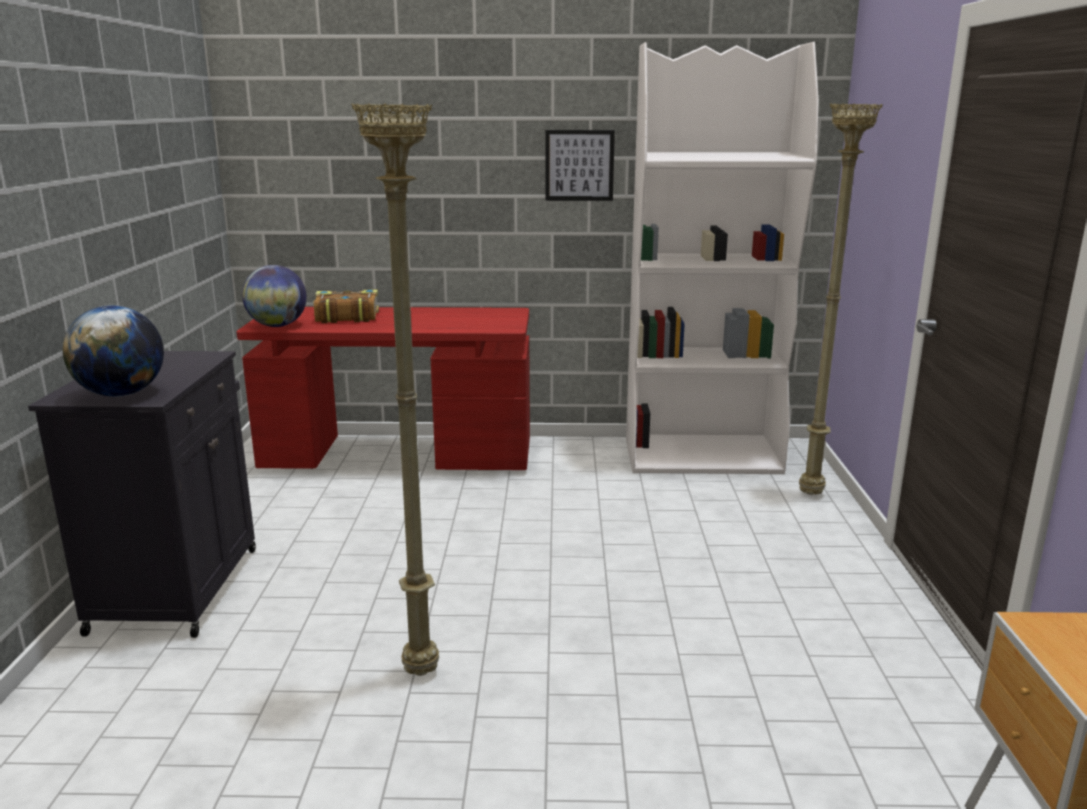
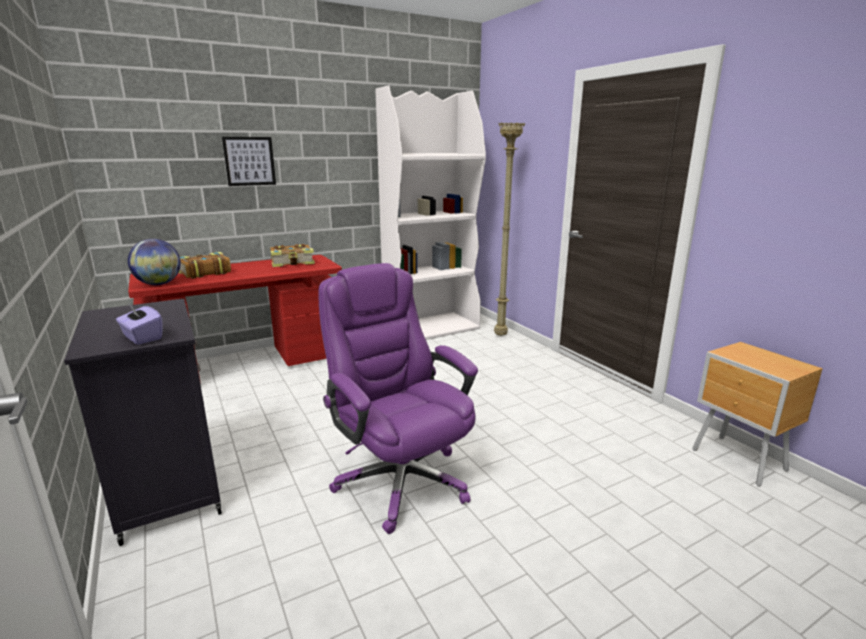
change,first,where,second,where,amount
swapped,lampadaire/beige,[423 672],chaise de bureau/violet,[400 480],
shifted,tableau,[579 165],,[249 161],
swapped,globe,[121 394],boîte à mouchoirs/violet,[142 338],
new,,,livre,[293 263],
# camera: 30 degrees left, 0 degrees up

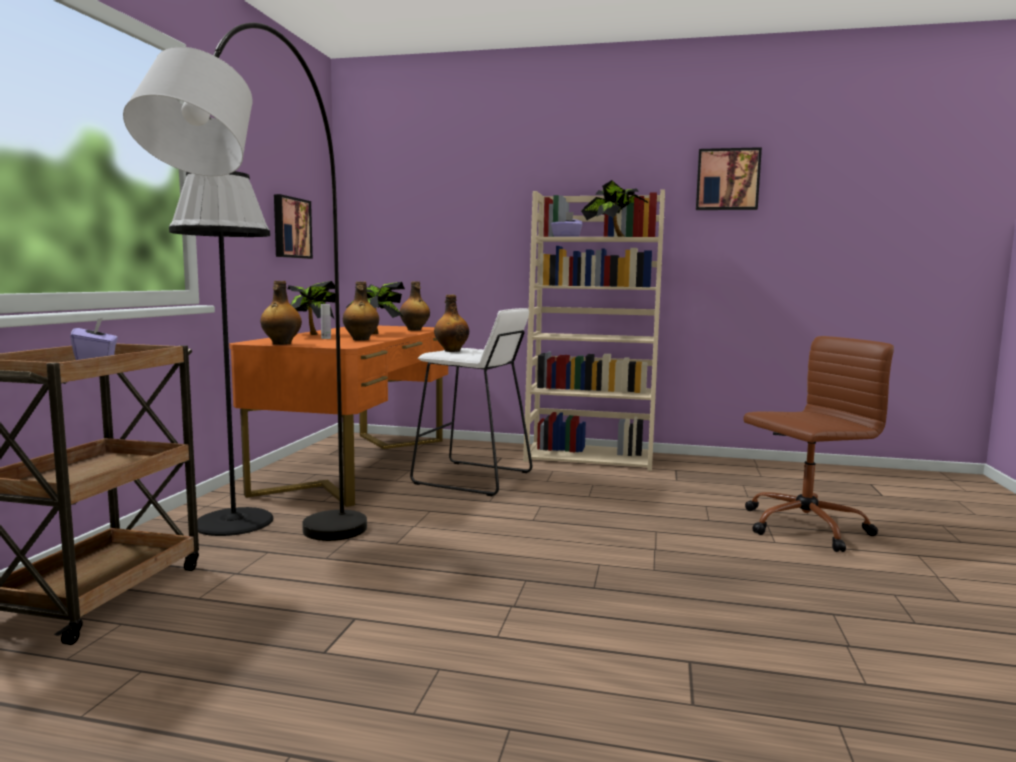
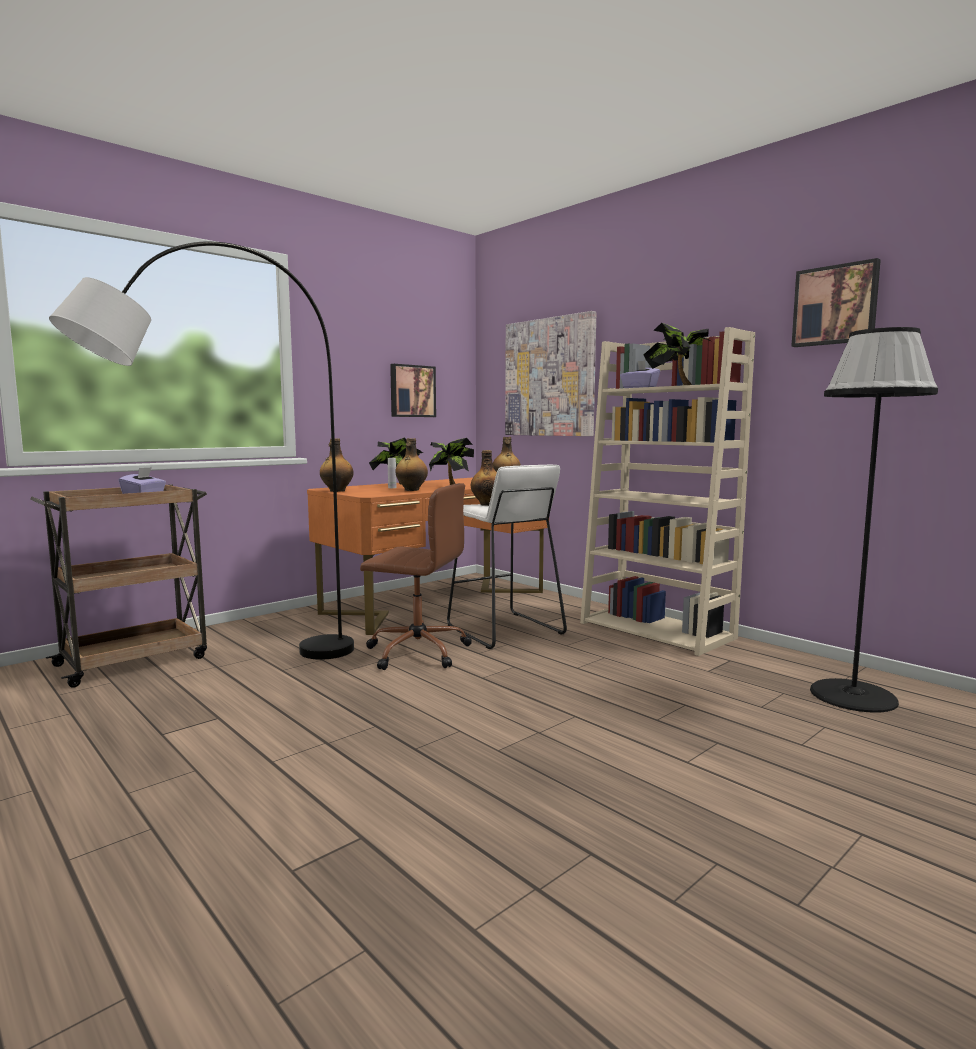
change,first,where,second,where,amount
shifted,lampadaire/noir,[234 522],,[853 696],
shifted,chaise de bureau/marron,[802 527],,[416 651],
new,,,tableau,[550 377],
# camera: 35 degrees right, 0 degrees up

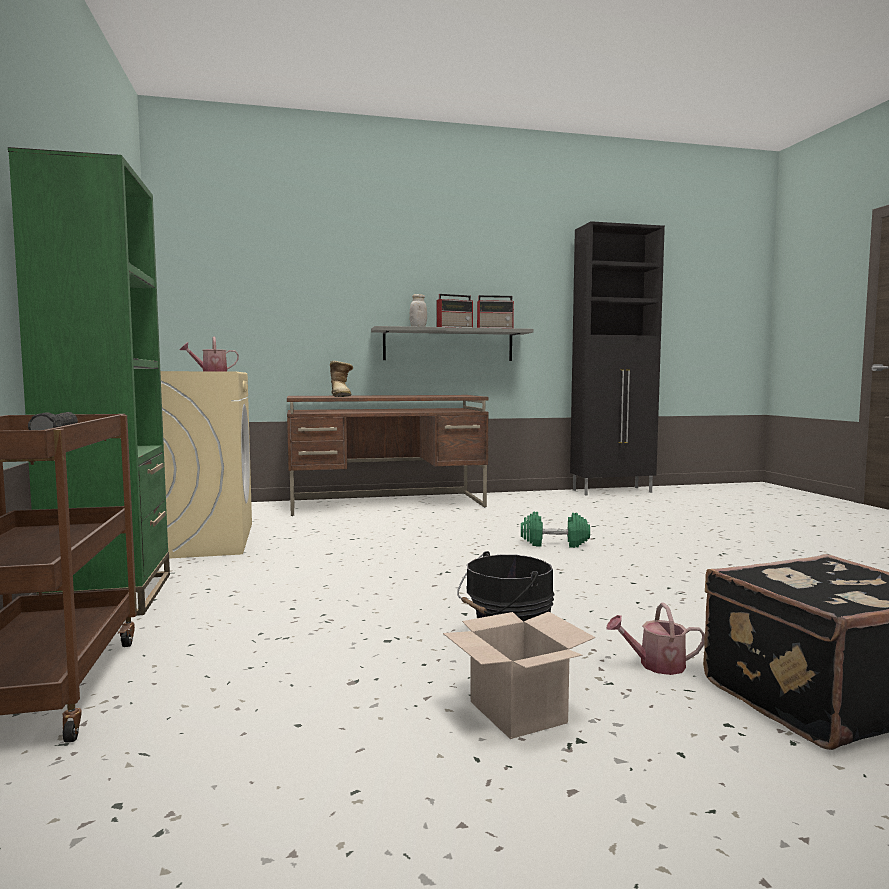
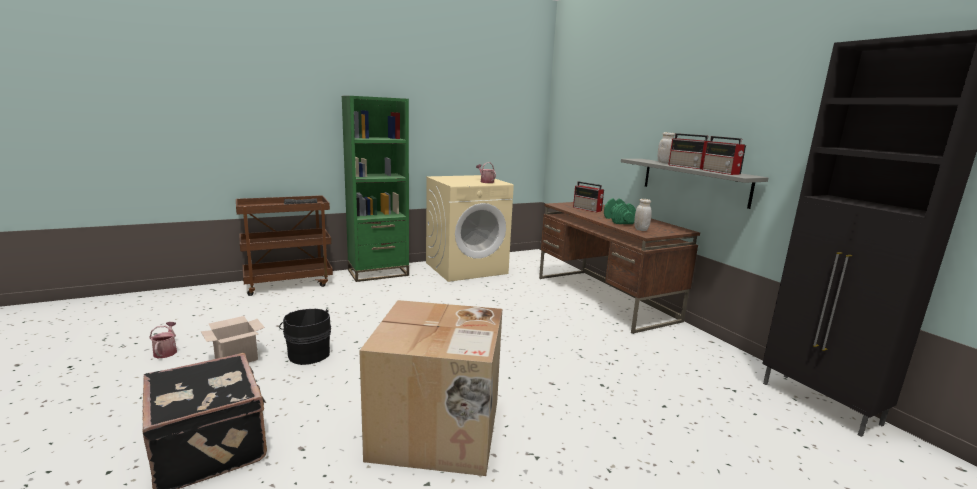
change,first,where,second,where,amount
swapped,botte,[341 396],radio,[587 209],
shifted,haltère/vert,[554 543],,[618 220],
shifted,arrosoir,[655 665],,[166 351],
new,,,bocal/blanc,[641 229],
new,,,carton,[438 430],
# camera: 75 degrees right, 10 degrees up

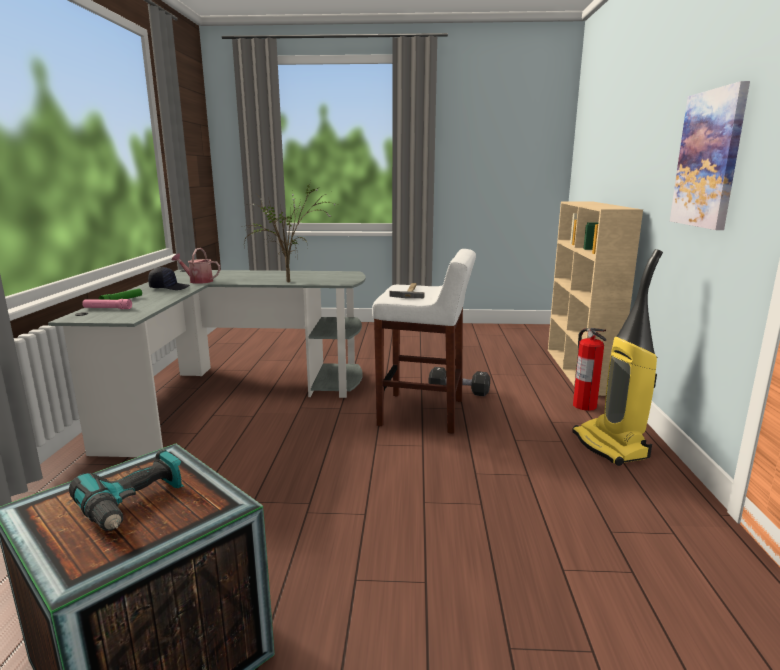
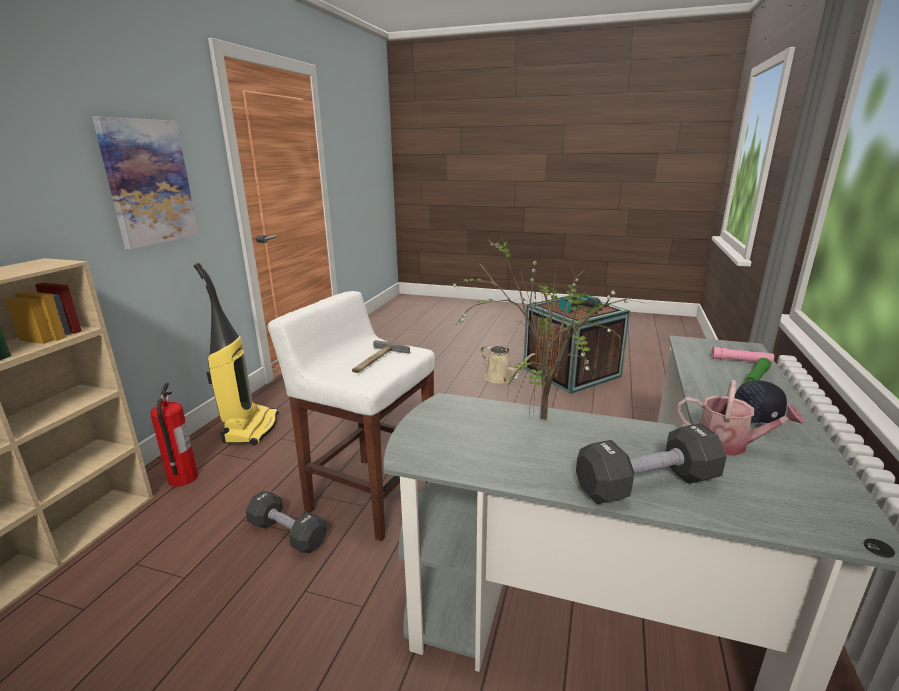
change,first,where,second,where,amount
new,,,arrosoir/beige,[501 378],
new,,,haltère/noir,[647 484],
# camera: 165 degrees left, 5 degrees up

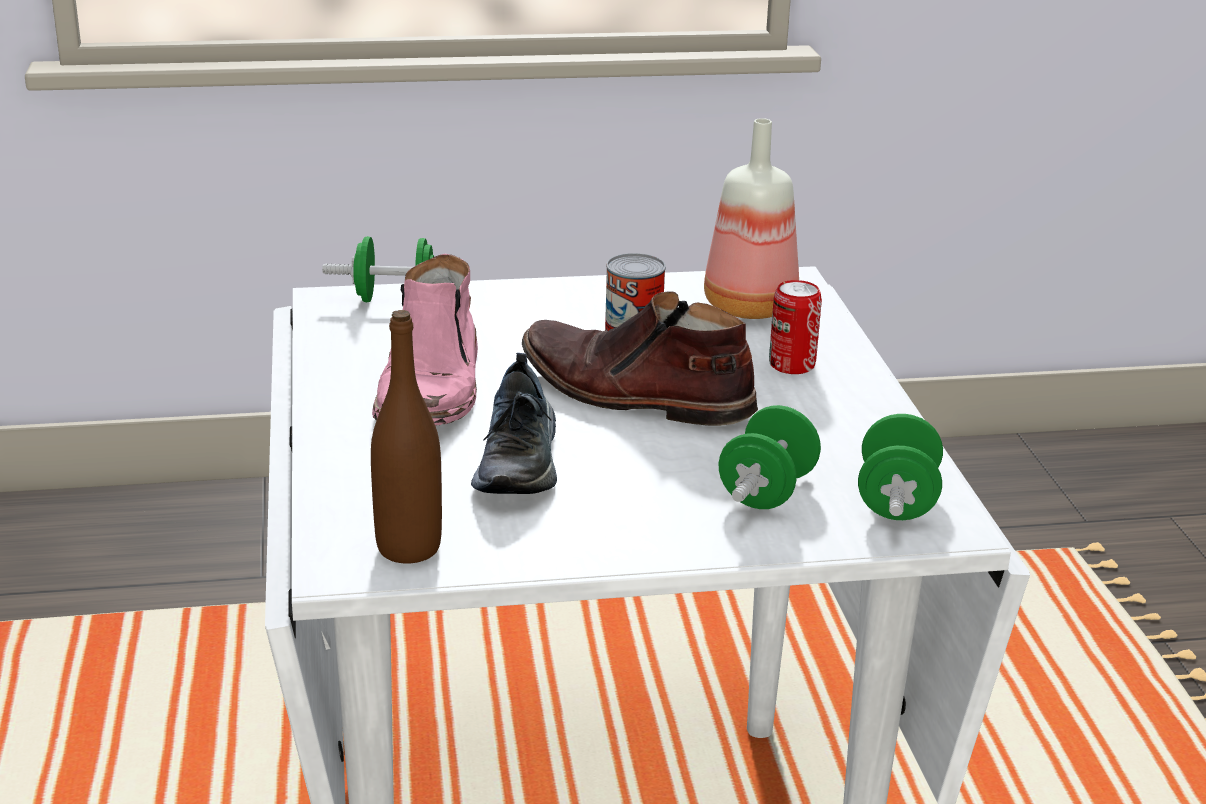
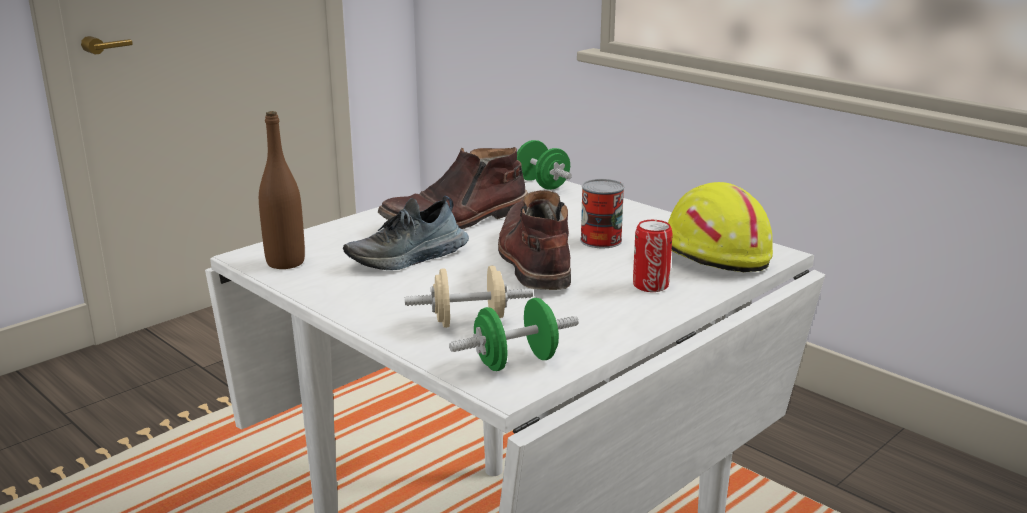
change,first,where,second,where,amount
swapped,bouteille,[752 308],casque de chantier/jaune,[708 255],
repainted,botte/rose,[432 389],botte/marron,[457 219],
repainted,haltère/vert,[767 491],haltère/beige,[469 323],
# camera: 55 degrees right, 5 degrees down

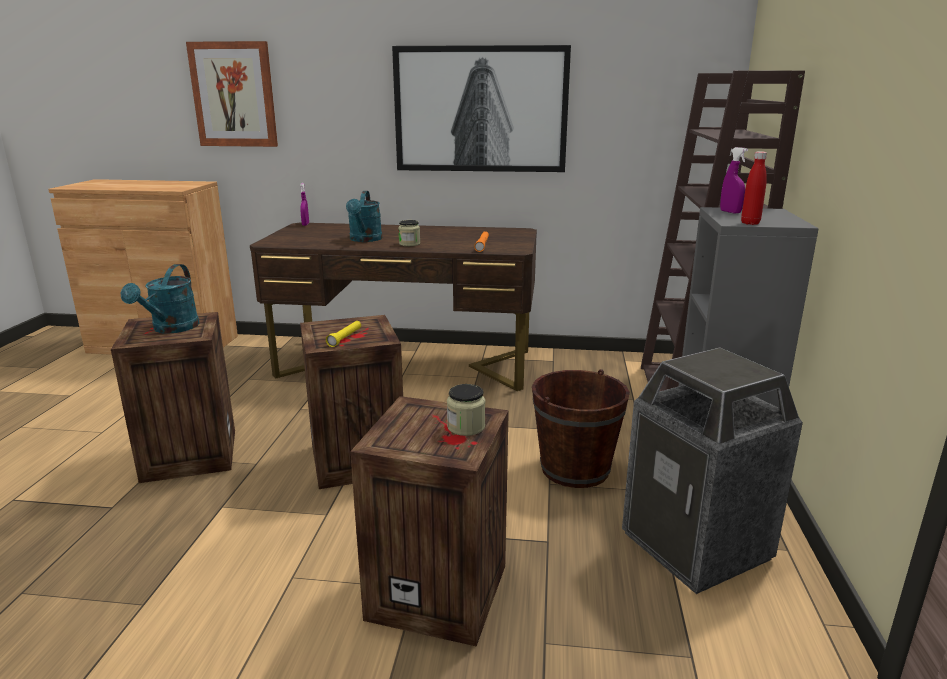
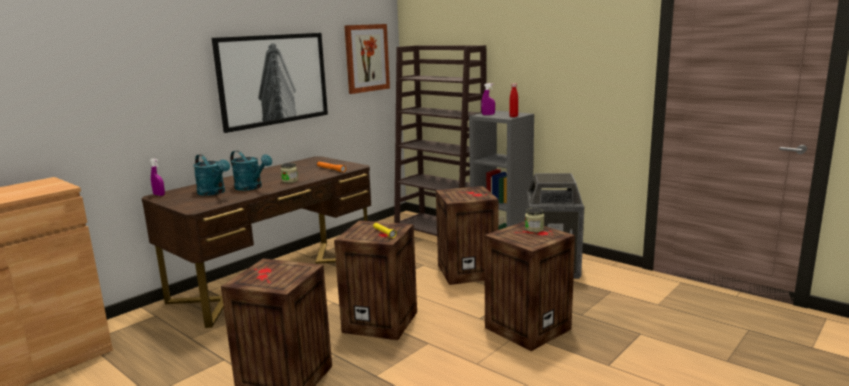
change,first,where,second,where,amount
shifted,tableau,[234 95],,[366 58],
shifted,arrosoir/turquoise,[171 329],,[214 192],
swapped,seau/marron,[575 469],caisse,[468 271],
# camera: 55 degrees left, 5 degrees down

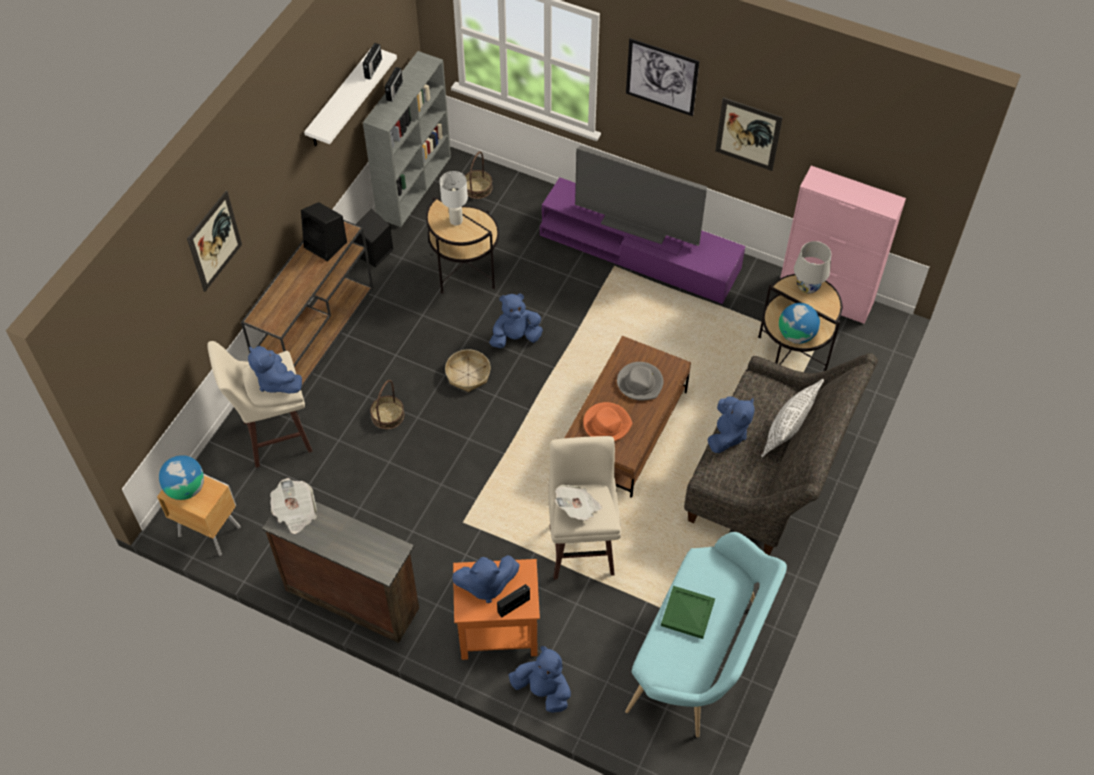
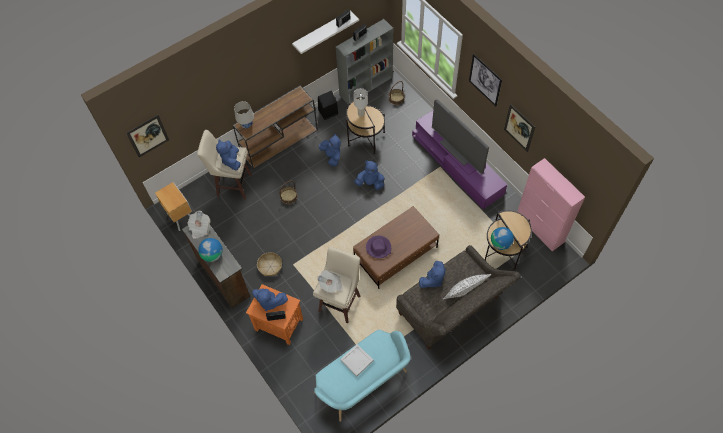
change,first,where,second,where,amount
shifted,tableau,[214 241],,[148 136],
gone,enceinte/noir,[326 245],,,
shifted,lampe de table/blanc,[807 286],,[246 124],
shifted,panier,[468 374],,[270 266],
gone,chapeau/gris,[640 383],,,
repainted,chapeau/orange,[606 424],chapeau/violet,[378 247],
shifted,globe,[186 488],,[212 255],
repainted,plateau/vert,[688 613],plateau/blanc,[357 360],
shifted,peluche/bleu,[543 690],,[332 156],
# camera: 30 degrees right, 5 degrees up

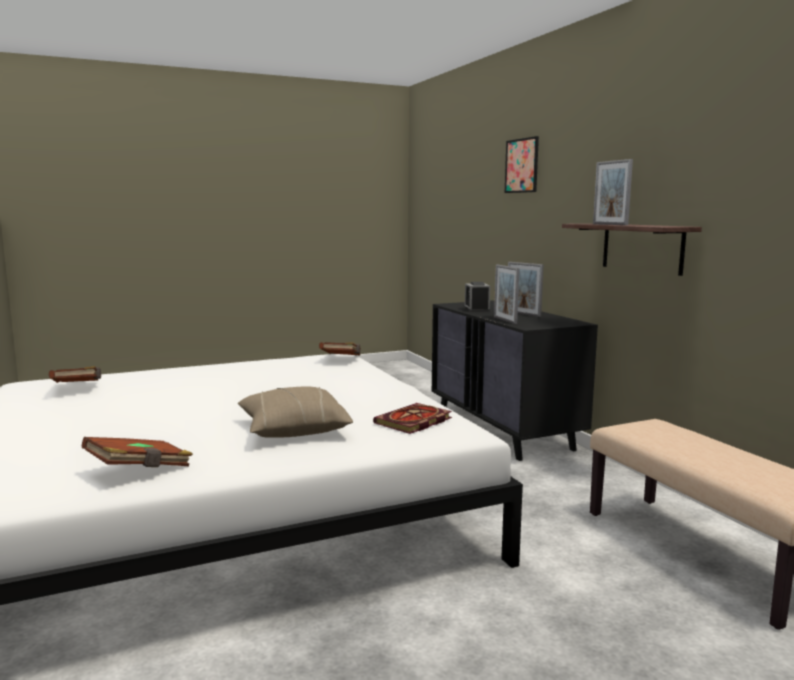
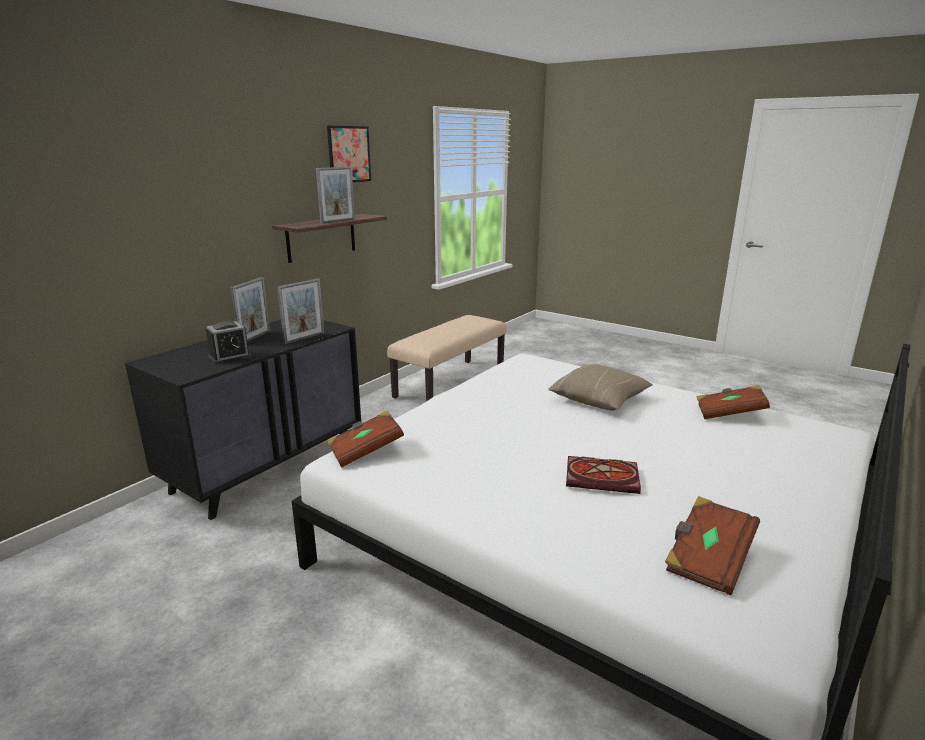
change,first,where,second,where,amount
shifted,tableau,[522 165],,[349 154],
shifted,livre,[413 422],,[603 477],
# camera: 120 degrees left, 10 degrees up

